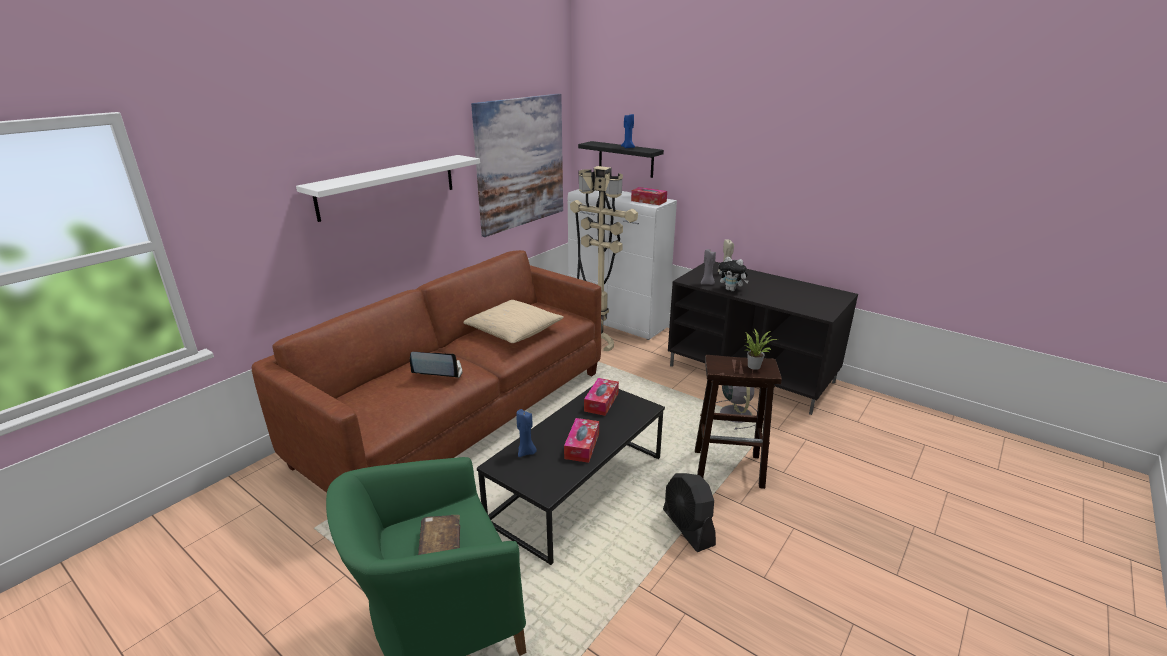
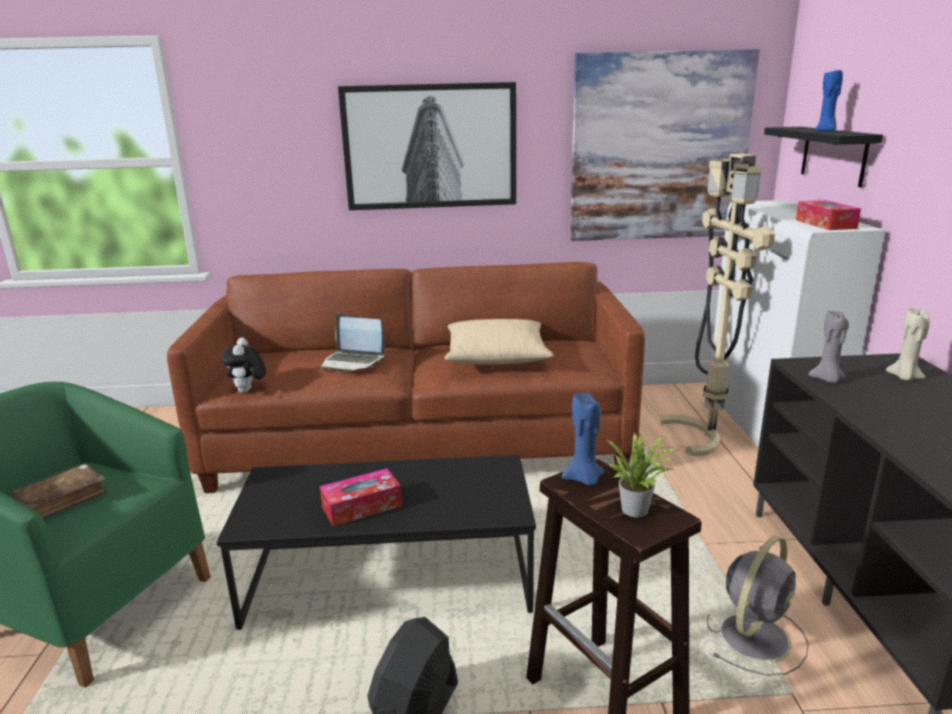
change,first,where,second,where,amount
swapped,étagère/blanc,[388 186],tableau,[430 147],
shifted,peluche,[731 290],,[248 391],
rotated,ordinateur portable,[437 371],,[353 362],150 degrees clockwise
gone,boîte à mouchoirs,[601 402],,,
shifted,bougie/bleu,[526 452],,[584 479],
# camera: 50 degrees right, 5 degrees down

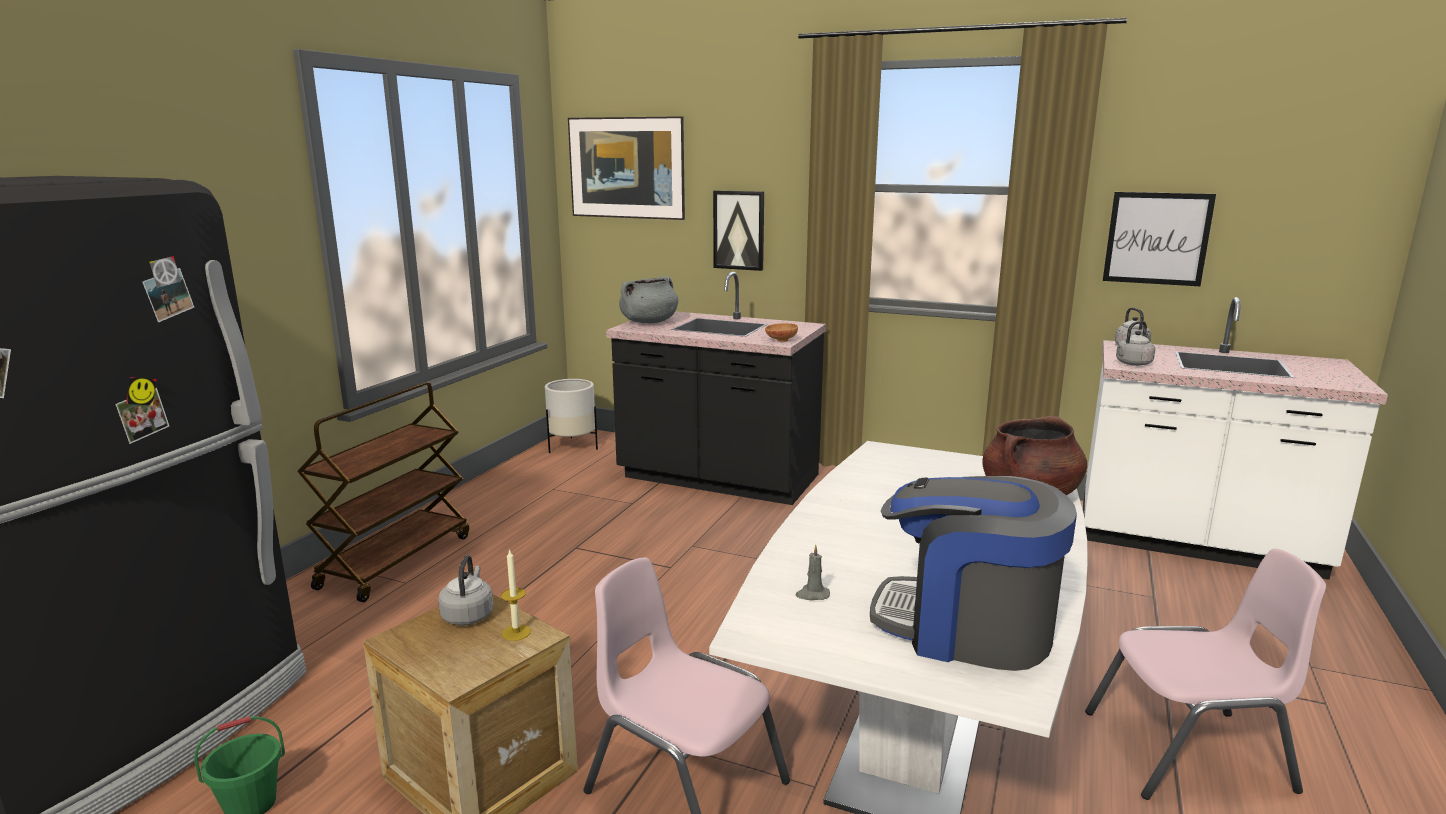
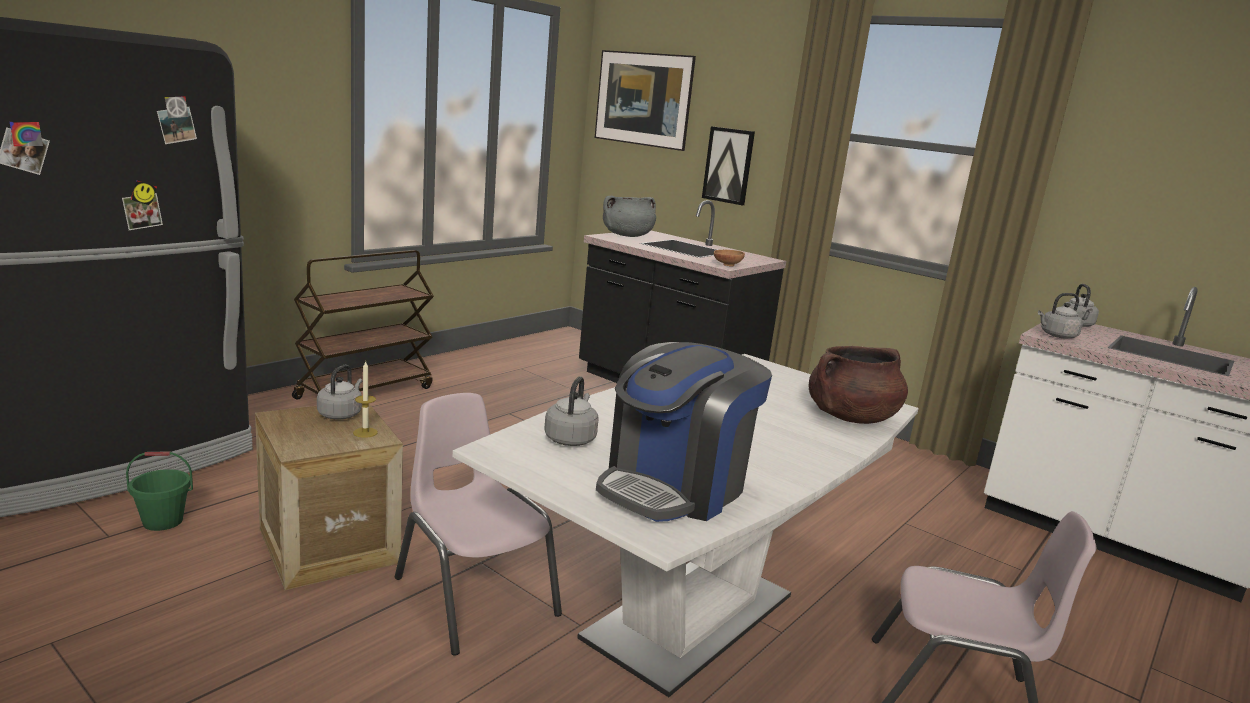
change,first,where,second,where,amount
gone,tableau,[1157 238],,,
gone,cache-pot/blanc,[572 446],,,
rotated,machine à café,[965 628],,[675 487],90 degrees counterclockwise
swapped,bougie/gris,[812 595],bouilloire/gris,[571 438],
# camera: 15 degrees right, 0 degrees up

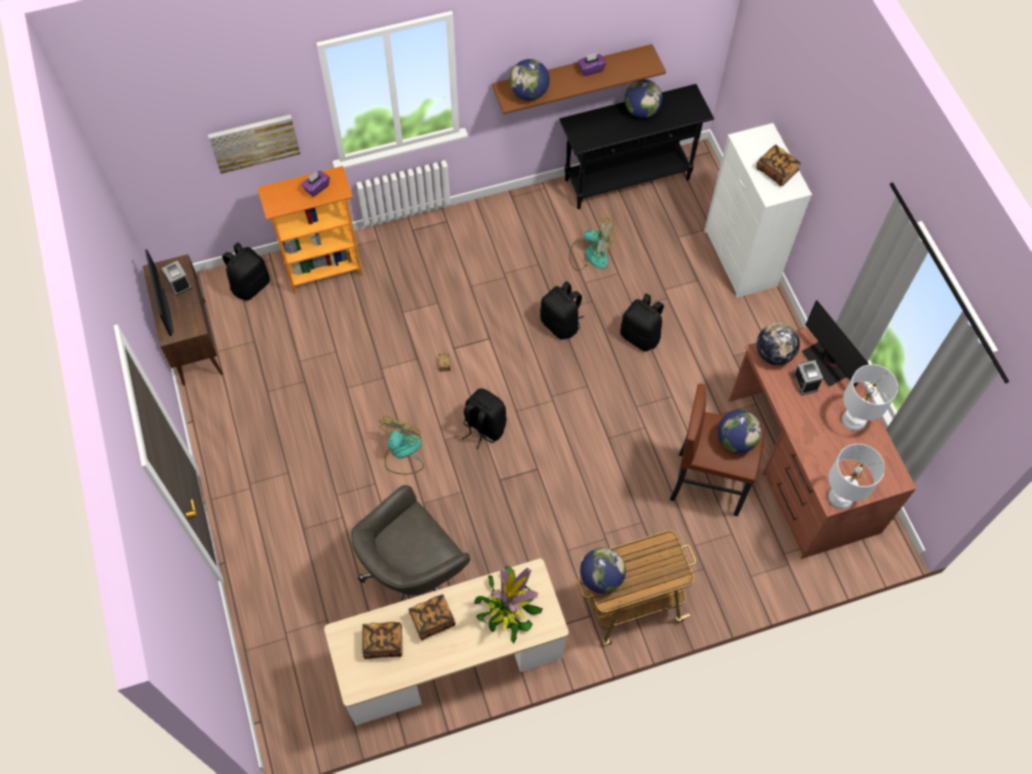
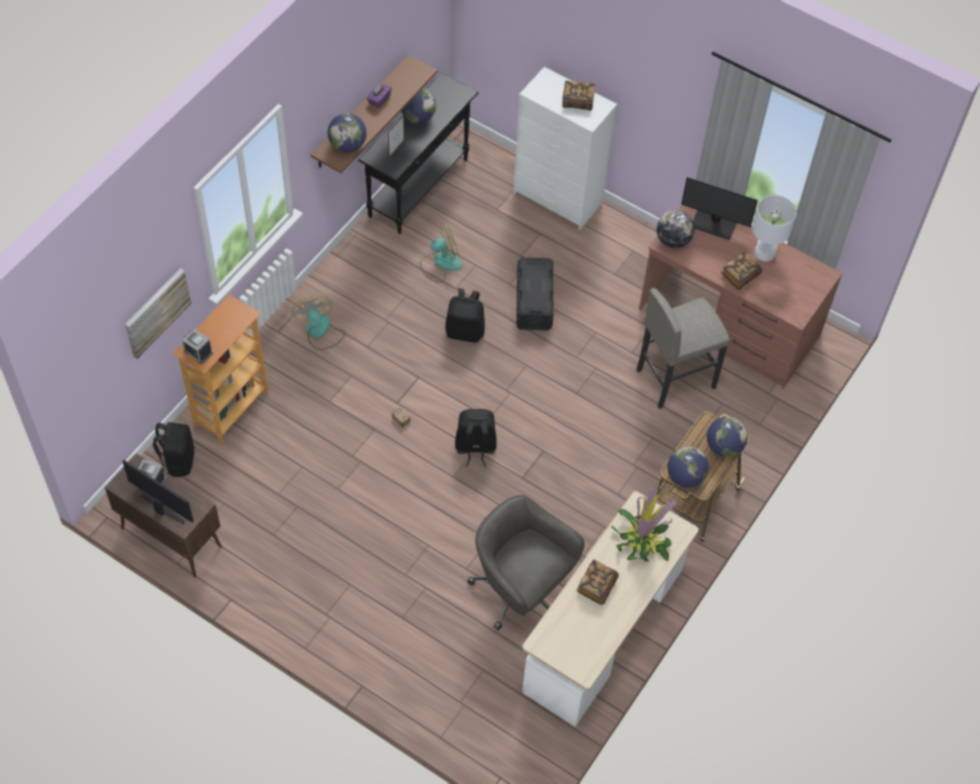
change,first,where,second,where,amount
gone,boîte à mouchoirs/violet,[316 188],,,
swapped,sac à dos/noir,[641 336],boîte de rangement/noir,[534 302],
shifted,réveil,[805 382],,[198 352],
repainted,tabouret/marron,[708 483],tabouret/gris,[675 378],
shifted,globe,[735 440],,[723 447],
shifted,ventilateur,[402 453],,[320 332],
gone,lampe de table/blanc,[840 497],,,
rotated,chaise de bureau/gris,[414 575],,[520 591],120 degrees clockwise
shifted,livre,[383 643],,[740 276],
new,,,cadre photo,[396 149],
# camera: 40 degrees left, 5 degrees down

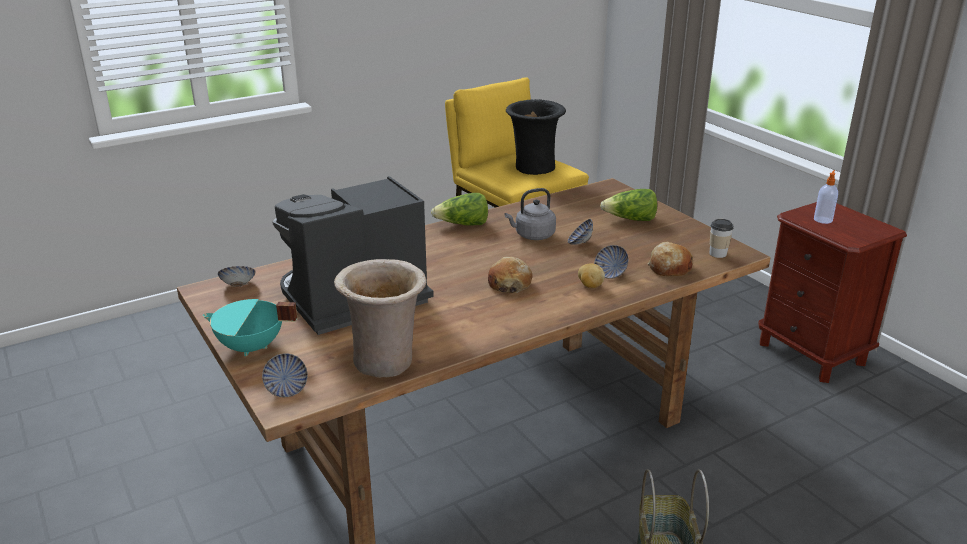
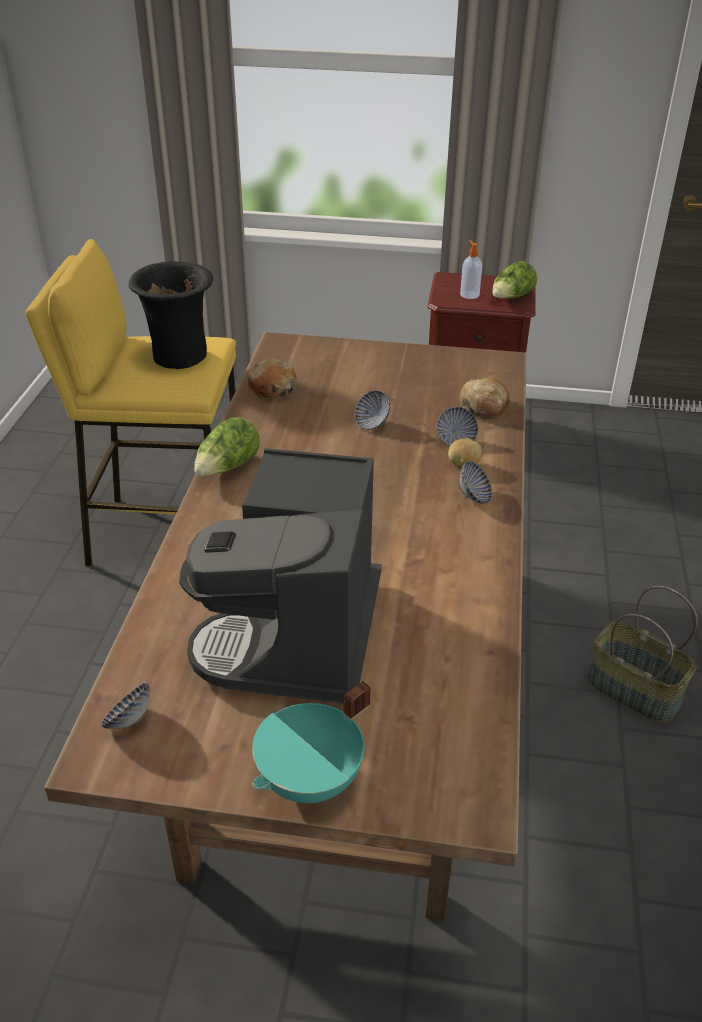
change,first,where,second,where,amount
gone,bouilloire/gris,[532 235],,,
shifted,laitue,[630 219],,[511 298],
gone,tasse,[718 254],,,
shifted,pain,[509 283],,[272 388],
gone,vase/beige,[386 361],,,
shifted,bol,[286 389],,[474 496],
# camera: 50 degrees left, 10 degrees up

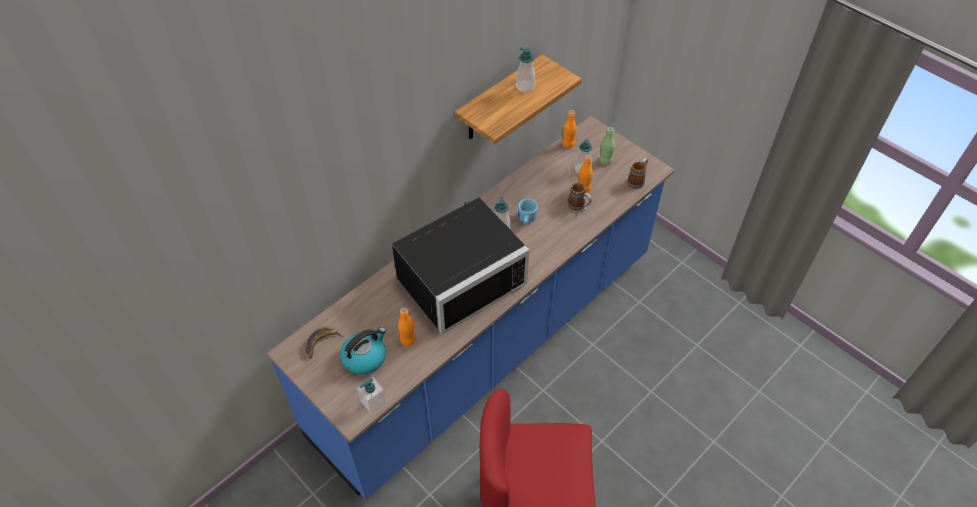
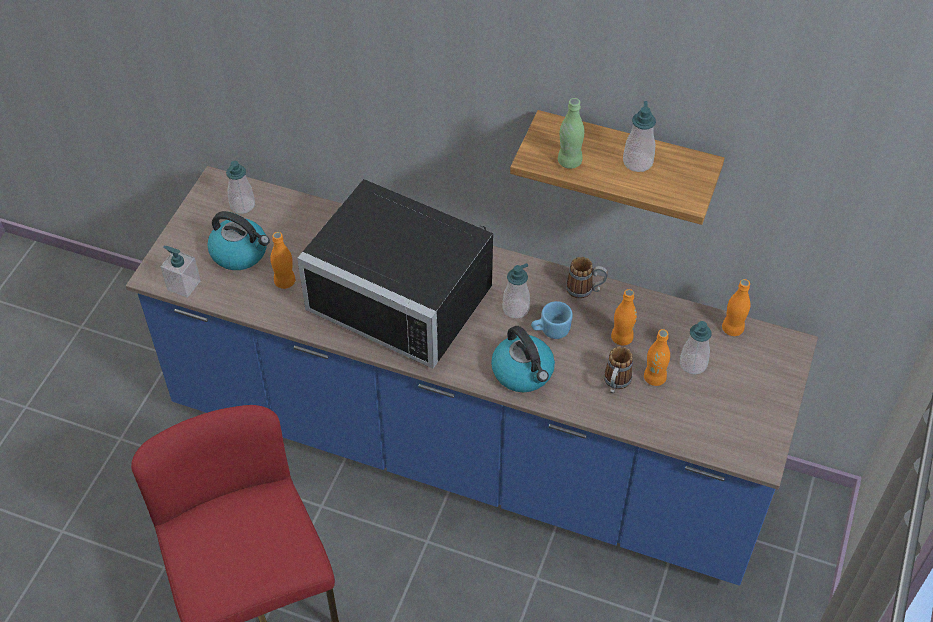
change,first,where,second,where,amount
shifted,bouteille/vert,[605 161],,[569 161],
shifted,mug,[637 180],,[585 290],
swapped,banane,[321 342],distributeur de savon,[242 205],
new,,,bouteille/orange,[621 338],
new,,,bouilloire,[523 372],
# camera: 65 degrees right, 0 degrees up

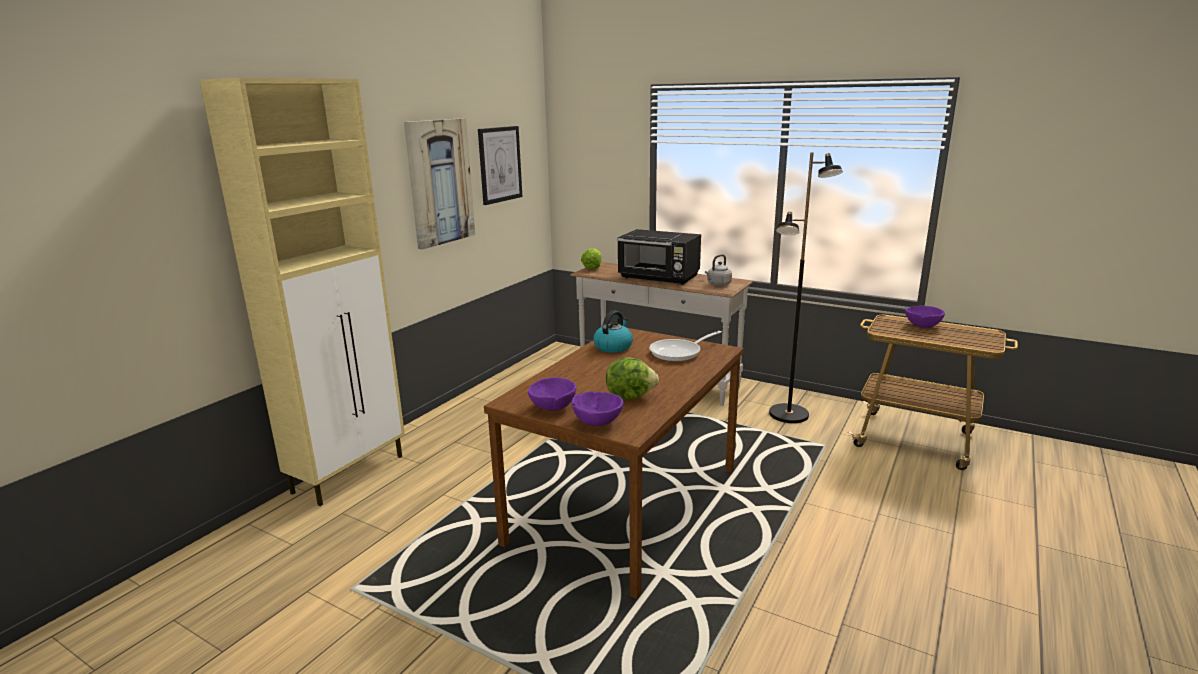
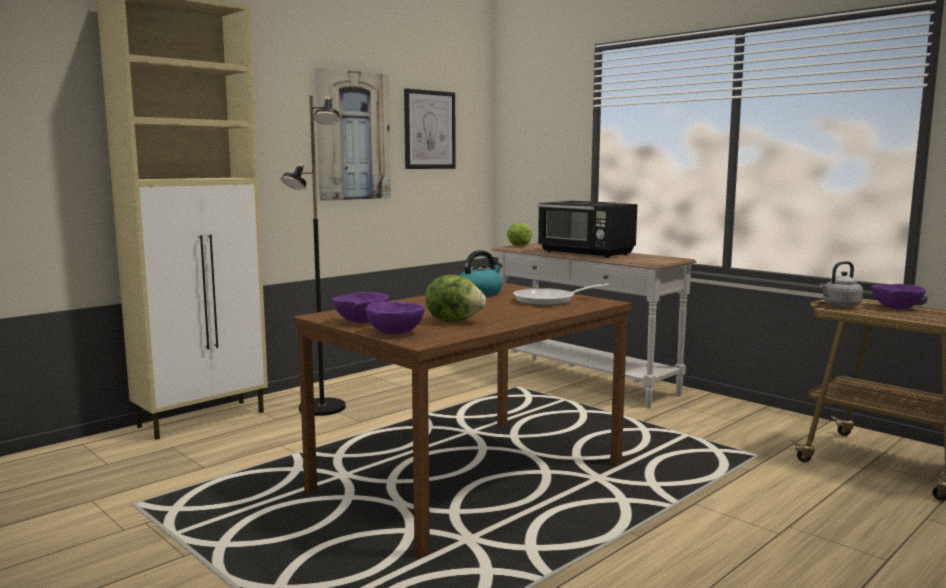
change,first,where,second,where,amount
shifted,lampadaire/noir,[789 415],,[322 408],
shifted,bouilloire/gris,[718 284],,[839 305],
# camera: 15 degrees right, 10 degrees down

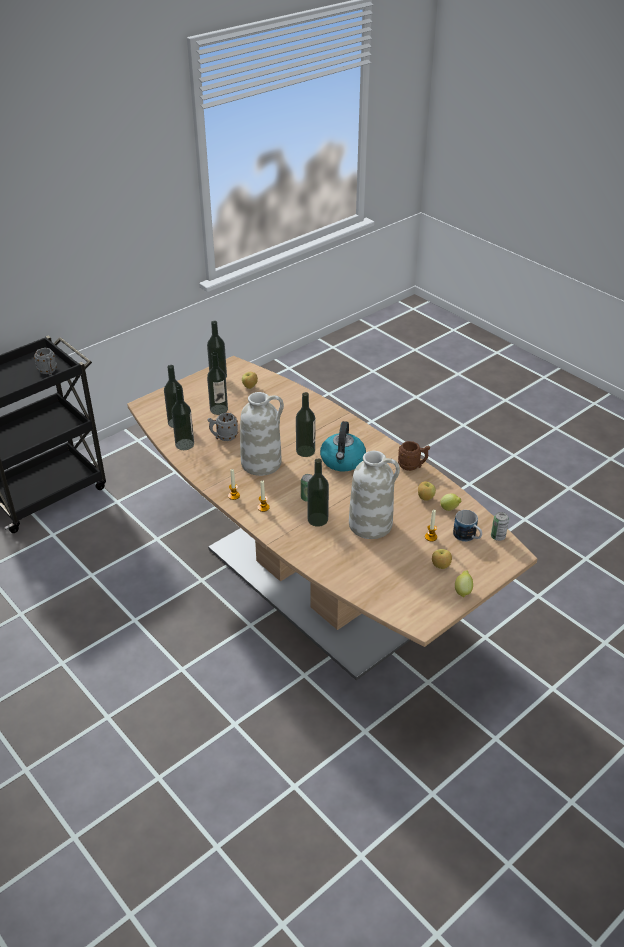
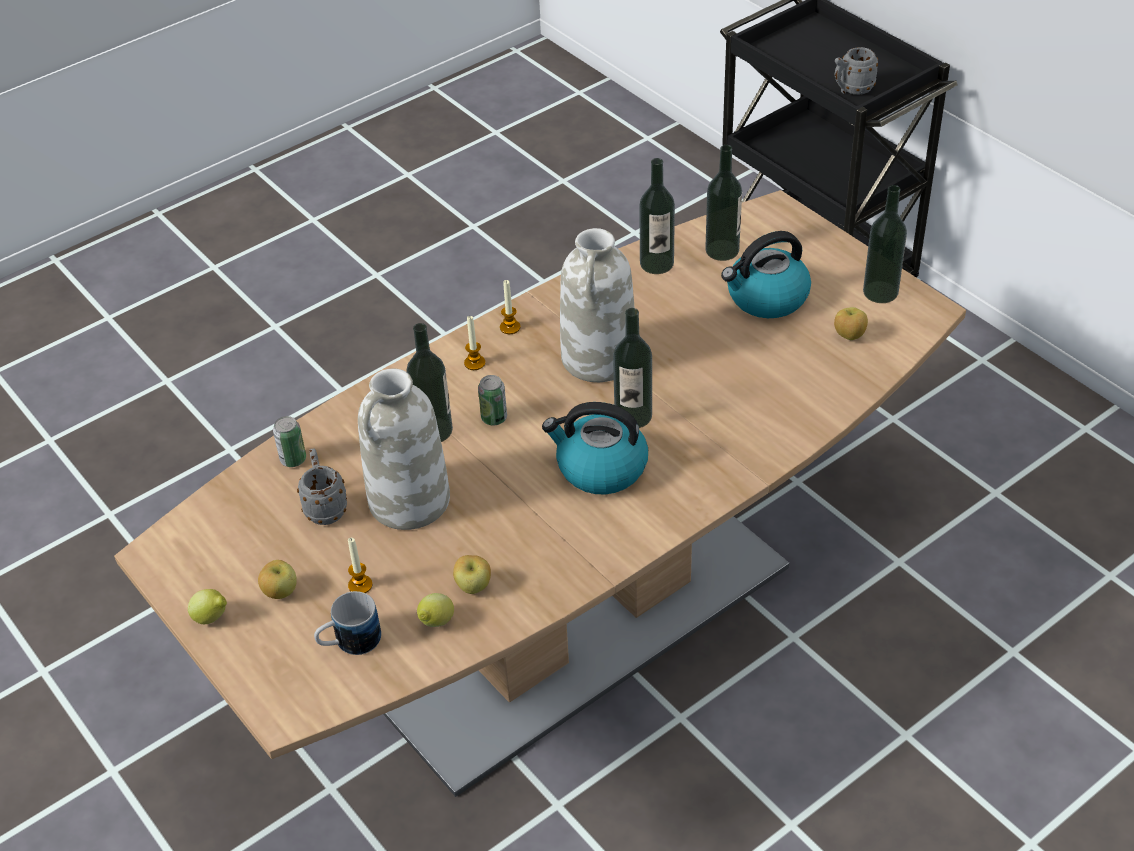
change,first,where,second,where,amount
swapped,bouteille,[219 409],bouilloire,[766 298],
shifted,mug/gris,[223 437],,[325 507],
gone,mug/marron,[412 466],,,
shifted,boîte métallique,[498 536],,[293 459],
# camera: 95 degrees right, 5 degrees up

